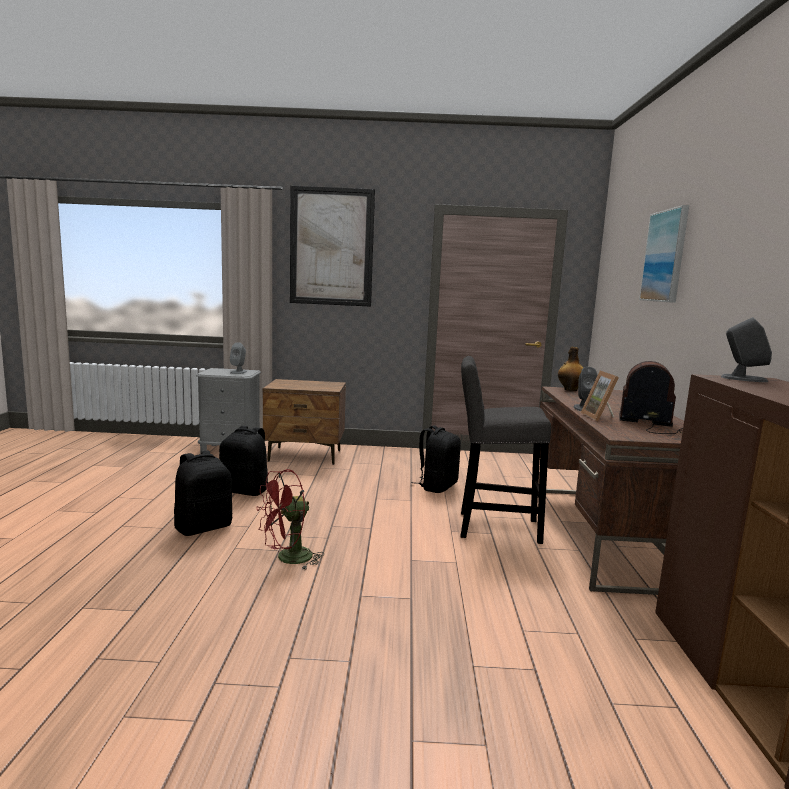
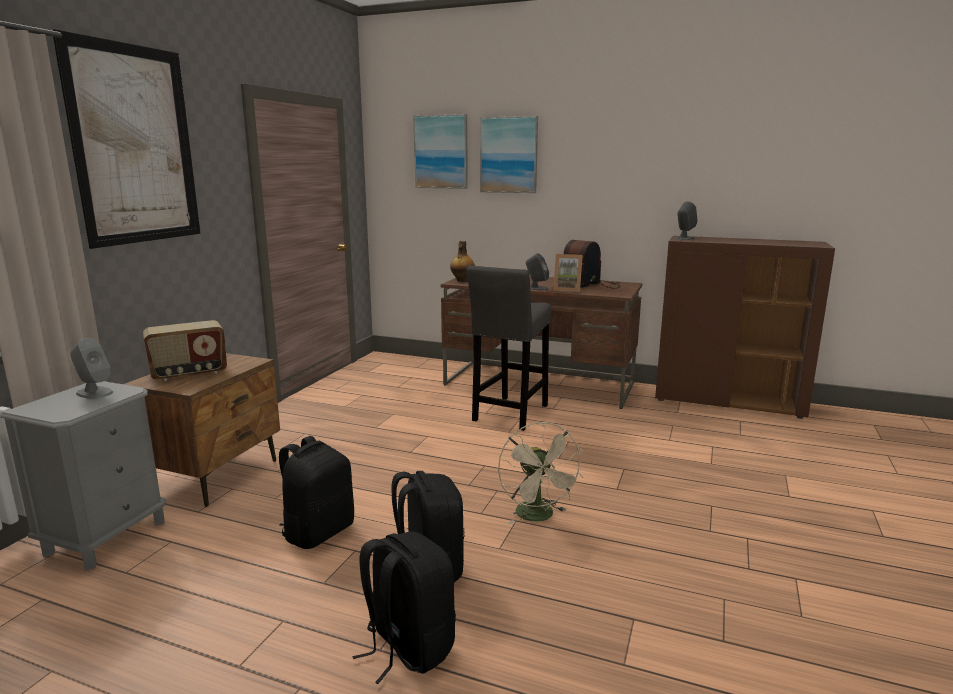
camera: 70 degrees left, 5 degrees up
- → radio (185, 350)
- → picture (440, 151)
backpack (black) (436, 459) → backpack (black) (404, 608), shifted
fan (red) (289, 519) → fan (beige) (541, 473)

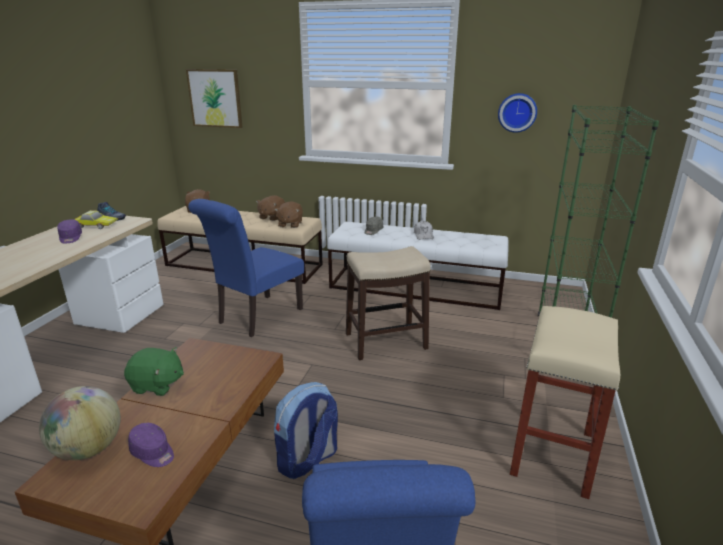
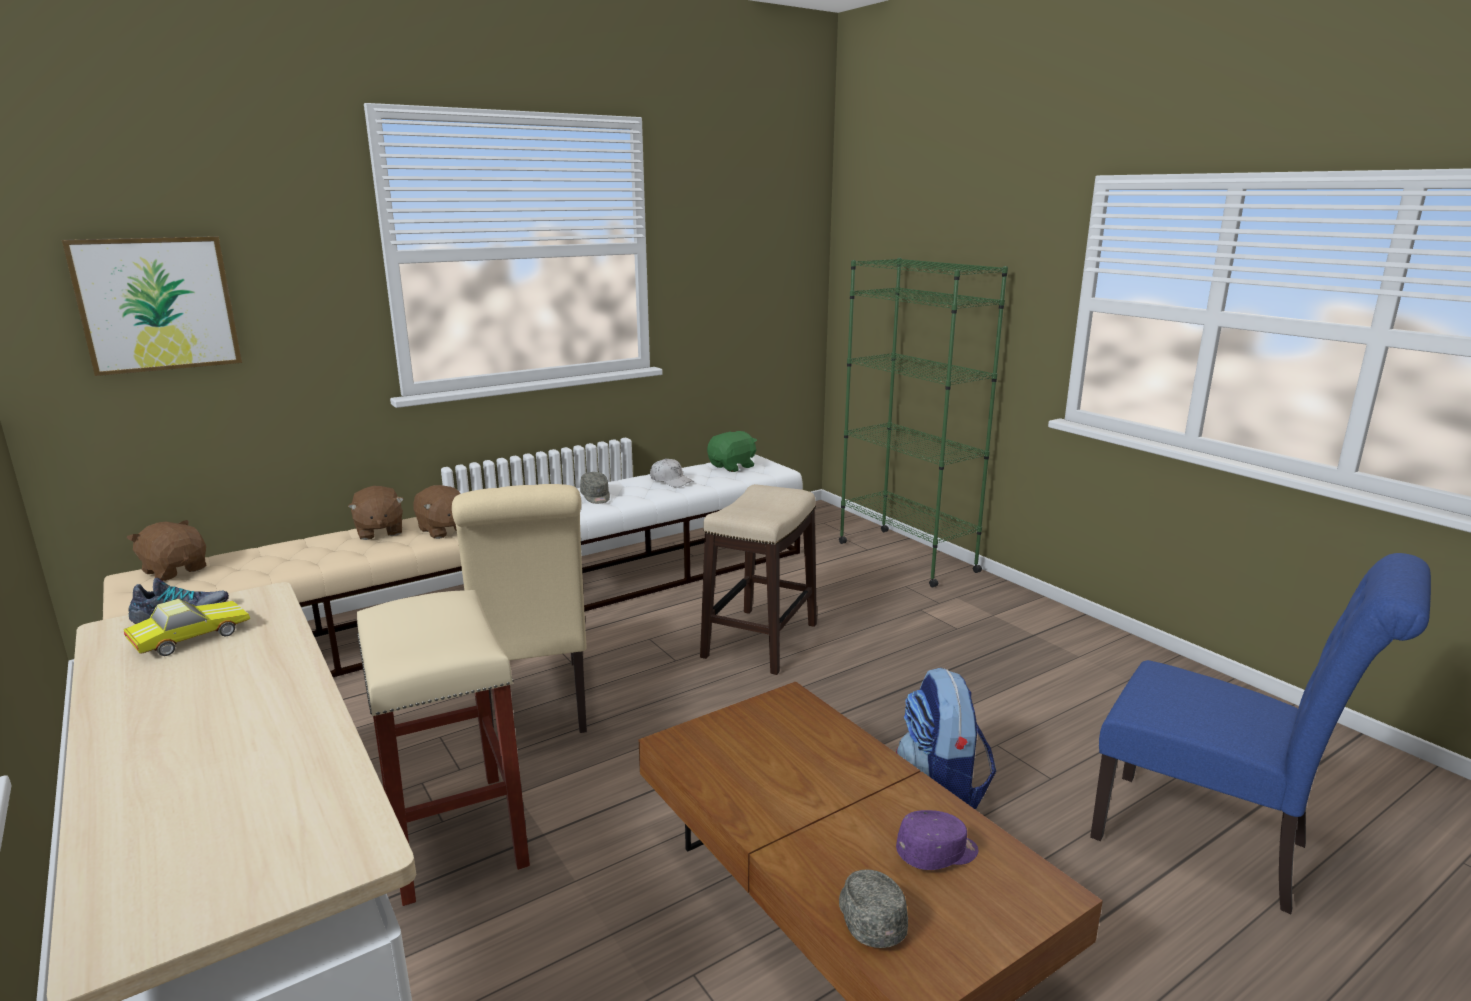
camera: 50 degrees left, 5 degrees down
cap (purple) (69, 231) → -
wall clock (517, 113) → -
plush toy (green) (154, 371) → plush toy (green) (732, 451), shifted
stool (beige) (565, 402) → stool (beige) (443, 748), shifted
globe (80, 423) → cap (grey) (873, 909)
chair (blue) (246, 268) → chair (beige) (519, 608)

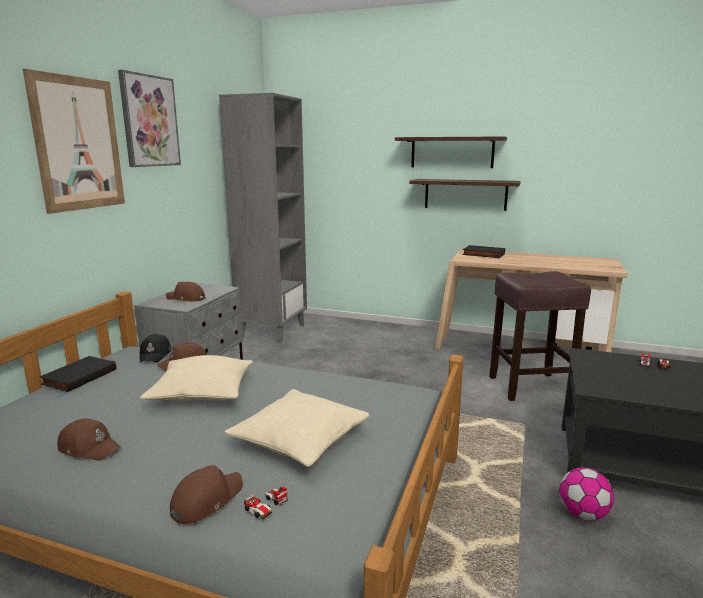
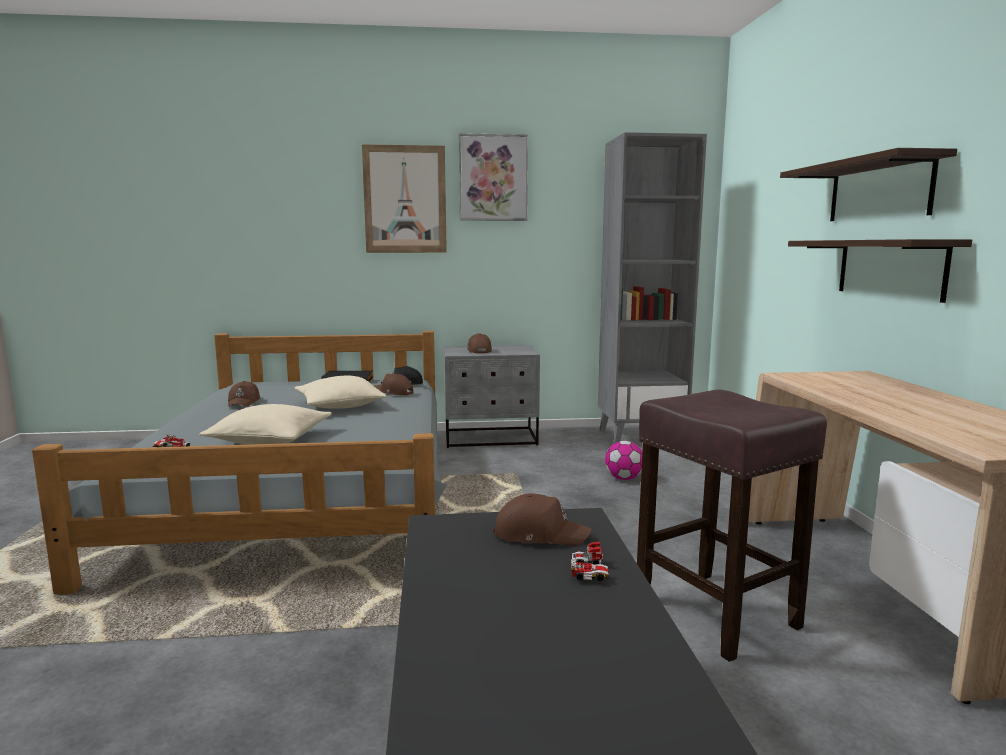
camera: 65 degrees right, 5 degrees down
book (black) (483, 251) → -
cap (brown) (206, 494) → cap (brown) (542, 519), shifted
football (586, 494) → football (623, 460), shifted

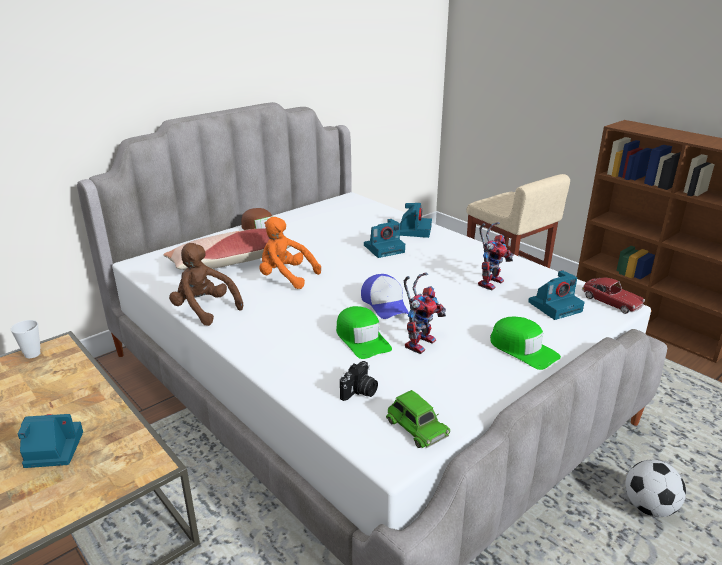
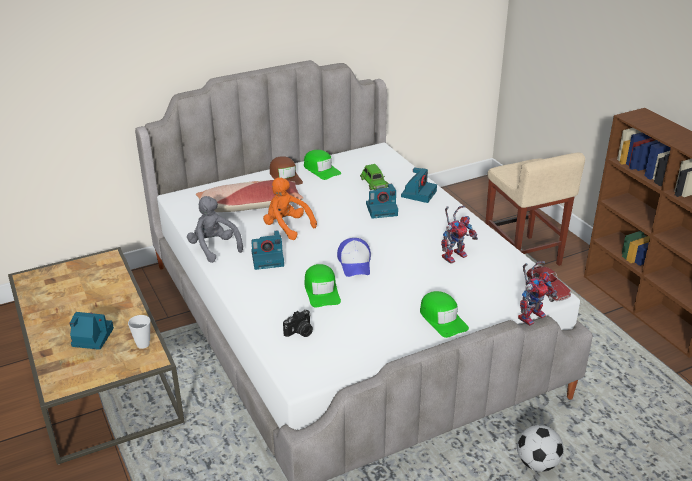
camera: 15 degrees right, 5 degrees up
- → cap (green) (322, 165)
cup (25, 339) → cup (139, 332), shifted
toy car (green) (418, 419) → toy car (green) (374, 177), shifted
toy robot (424, 313) → toy robot (537, 293), shifted
photo camera (556, 295) → photo camera (267, 250), shifted
plush toy (brown) (206, 284) → plush toy (grey) (215, 229)

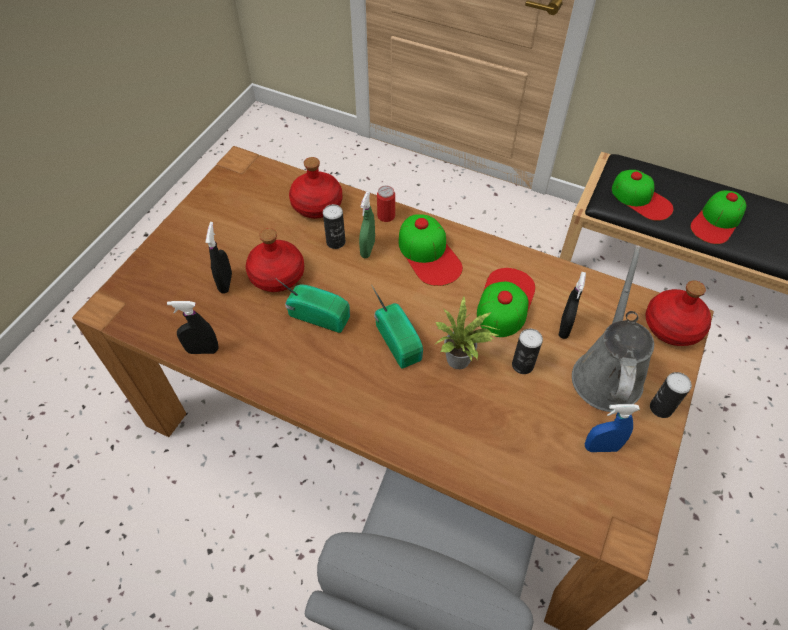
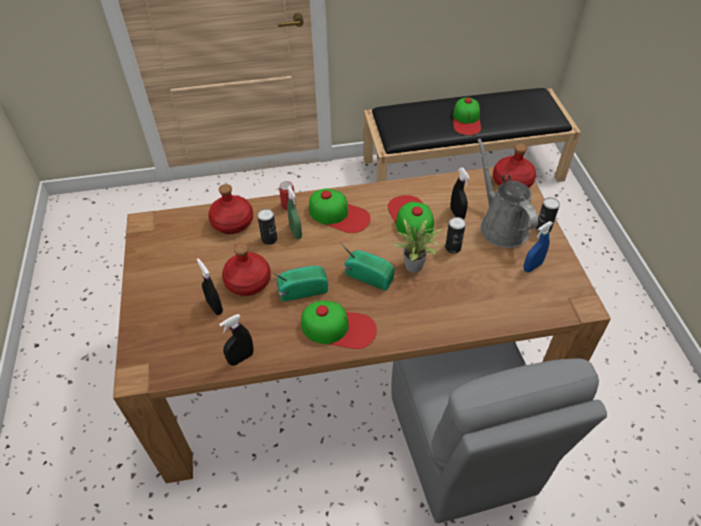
camera: 35 degrees left, 5 degrees down
cap (642, 195) → cap (339, 325), shifted

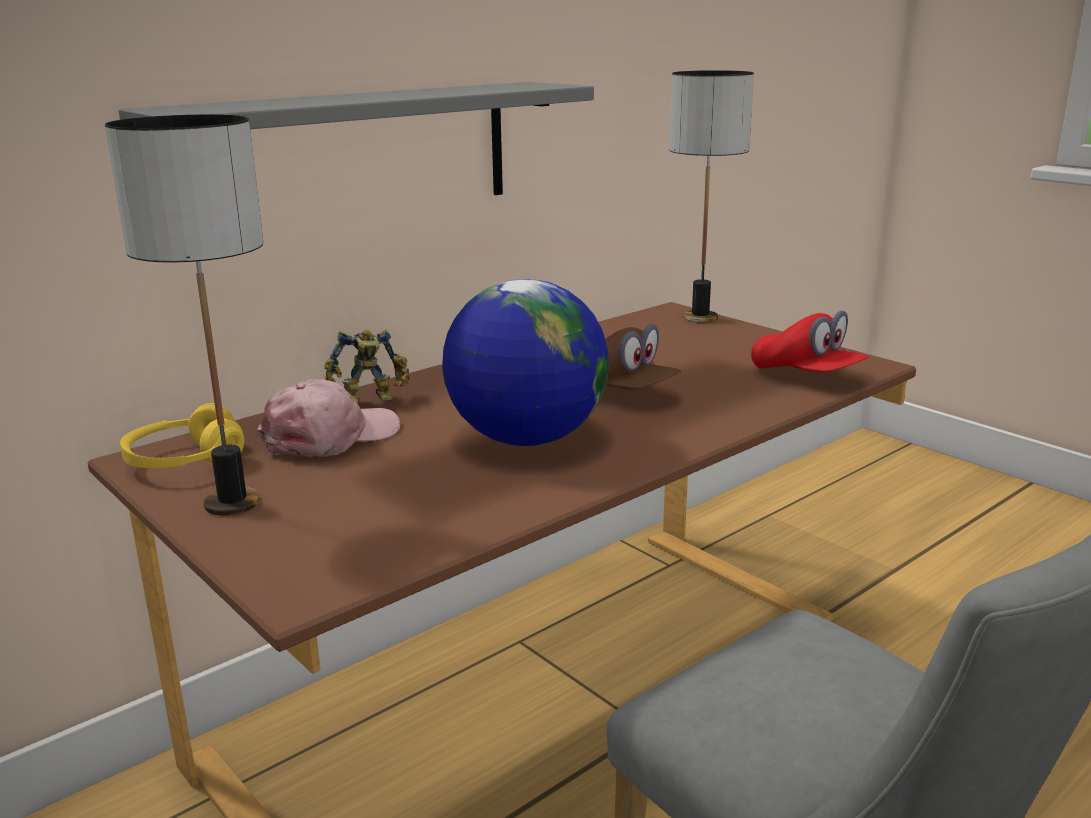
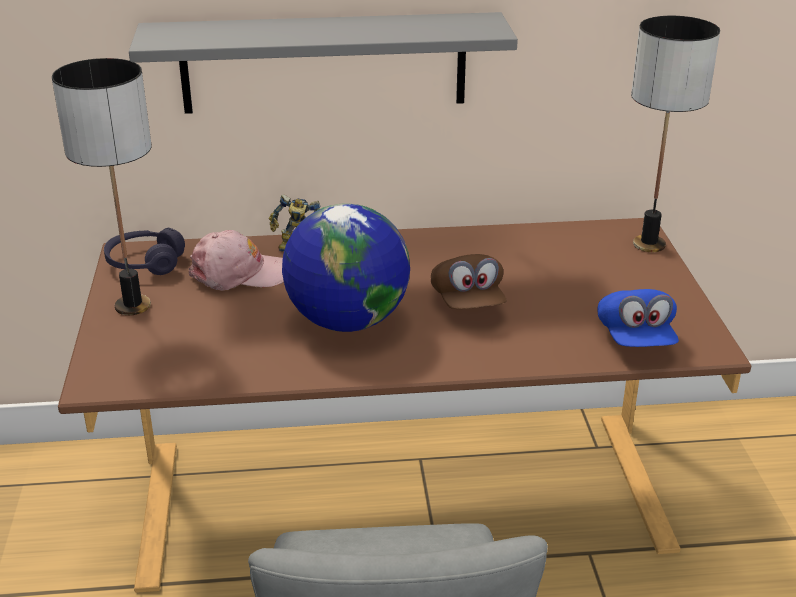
camera: 35 degrees right, 10 degrees up
headphones (yellow) (182, 435) → headphones (purple) (144, 251)
cap (red) (810, 341) → cap (blue) (638, 318)

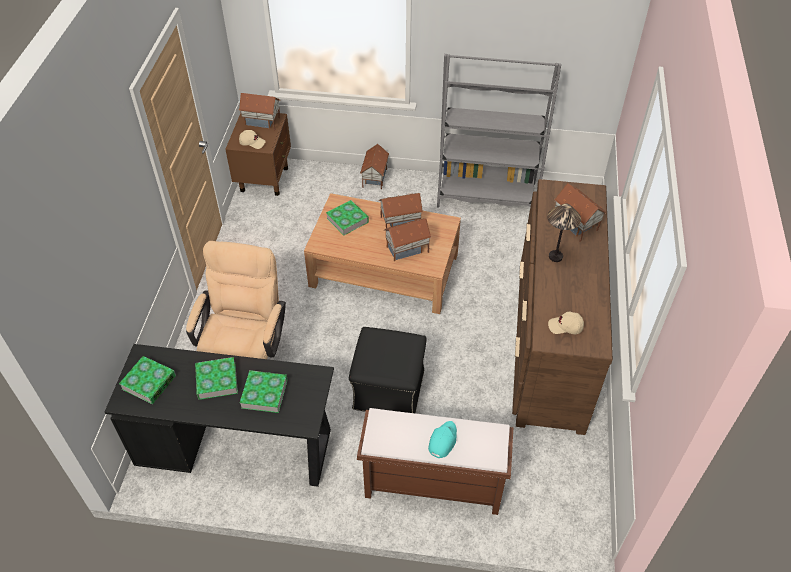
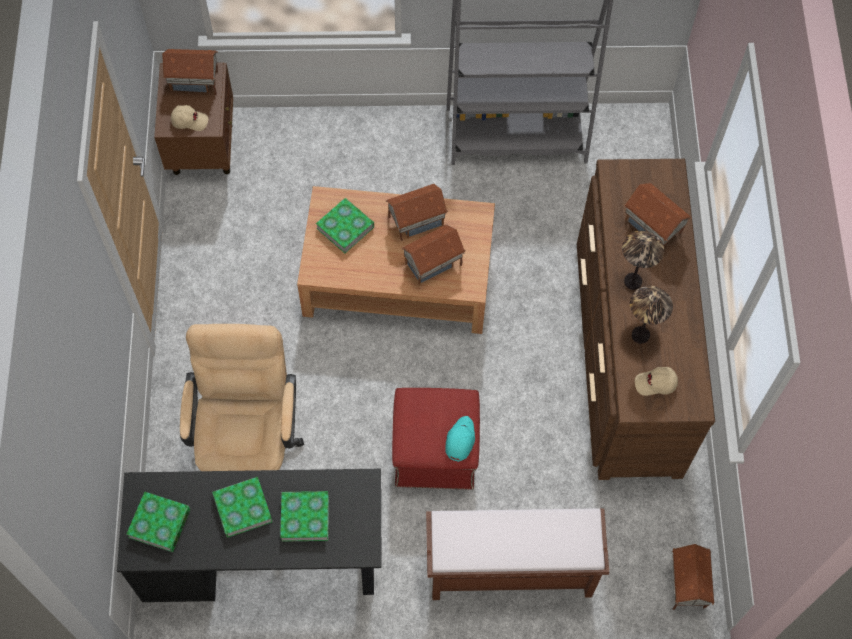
camera: 10 degrees left, 15 degrees up
- → table lamp (651, 315)
toy house (374, 166) → toy house (693, 577), shifted
cap (turquoise) (442, 440) → cap (turquoise) (460, 439), shifted
ottoman (black) (388, 370) → ottoman (red) (436, 439)

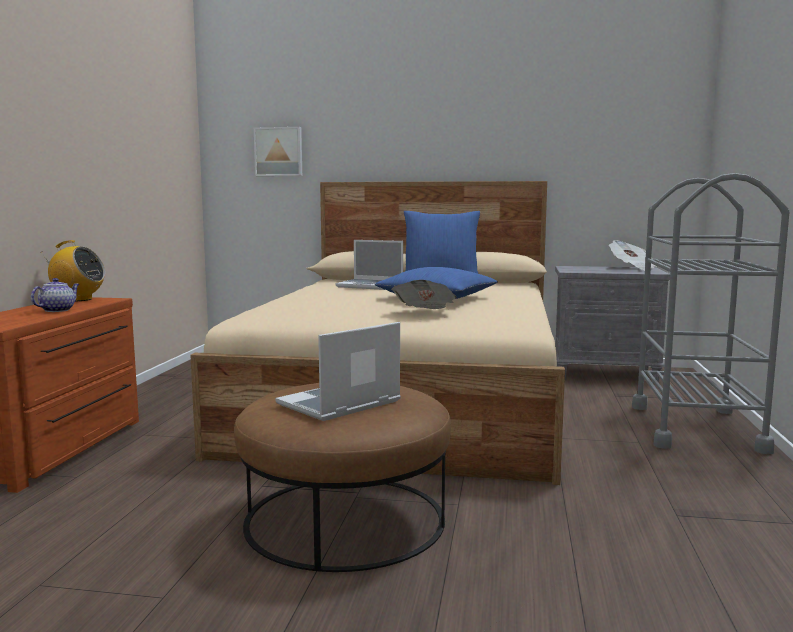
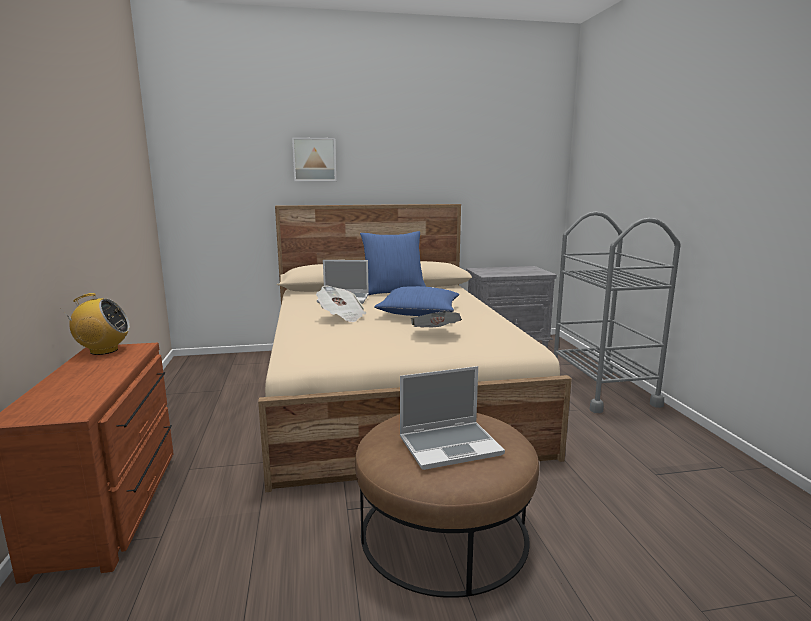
camera: 20 degrees left, 5 degrees up
teapot (55, 295) → -
picture (278, 151) → picture (314, 159), shifted
newspaper (633, 255) → newspaper (341, 304), shifted
laptop (338, 371) → laptop (452, 418), 135 degrees counterclockwise

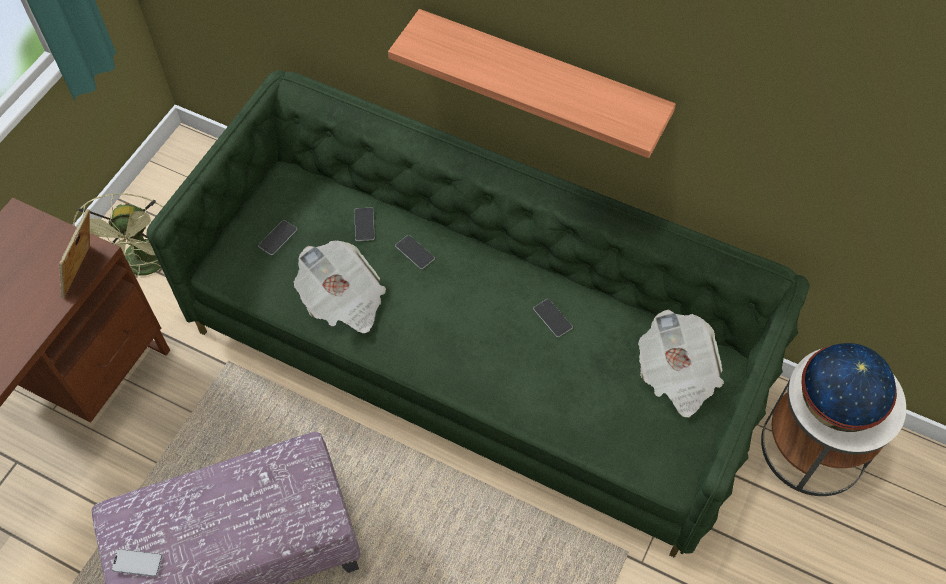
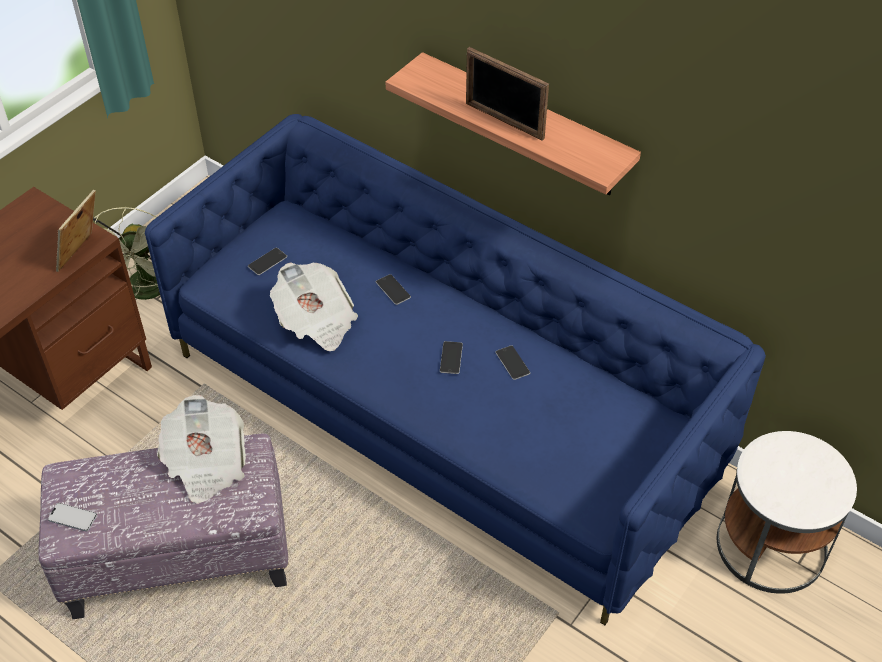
camera: 10 degrees right, 10 degrees down
globe (849, 387) → -
- → picture frame (507, 94)
phone (364, 224) → phone (451, 357), shifted
newspaper (681, 363) → newspaper (201, 449), shifted
sofa (green) (478, 314) → sofa (blue) (455, 369)

